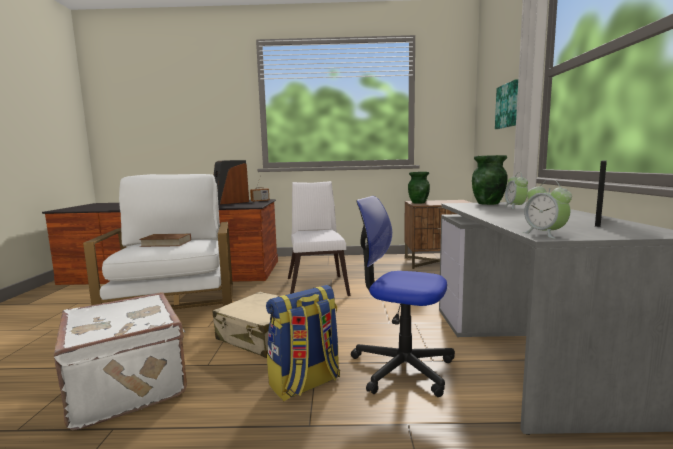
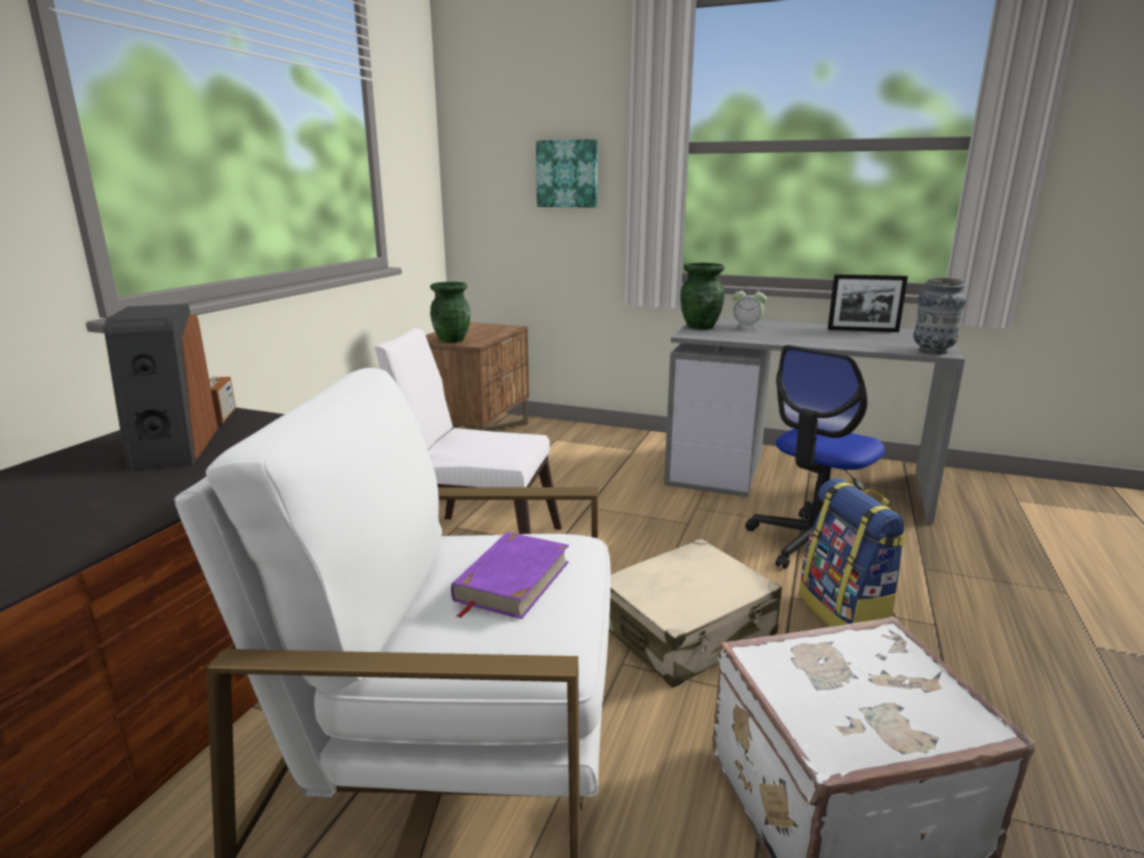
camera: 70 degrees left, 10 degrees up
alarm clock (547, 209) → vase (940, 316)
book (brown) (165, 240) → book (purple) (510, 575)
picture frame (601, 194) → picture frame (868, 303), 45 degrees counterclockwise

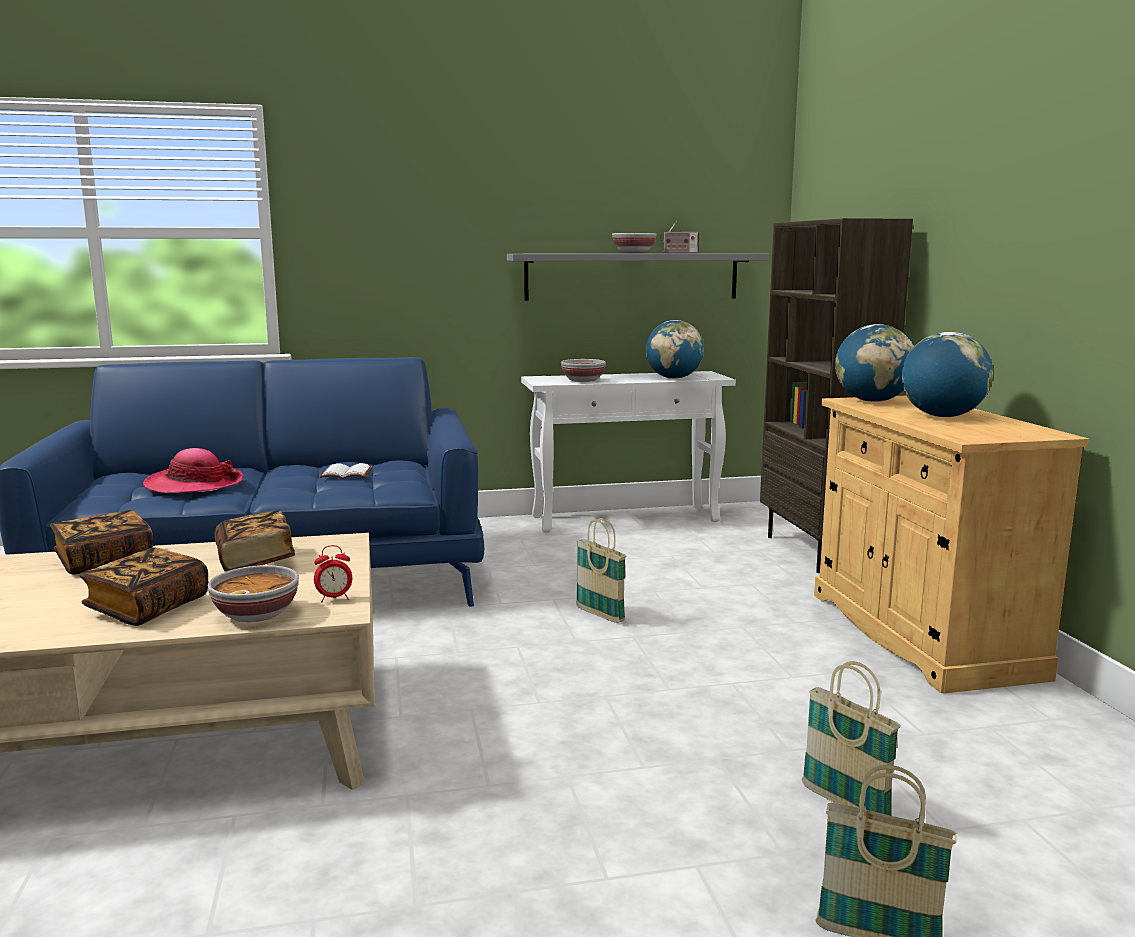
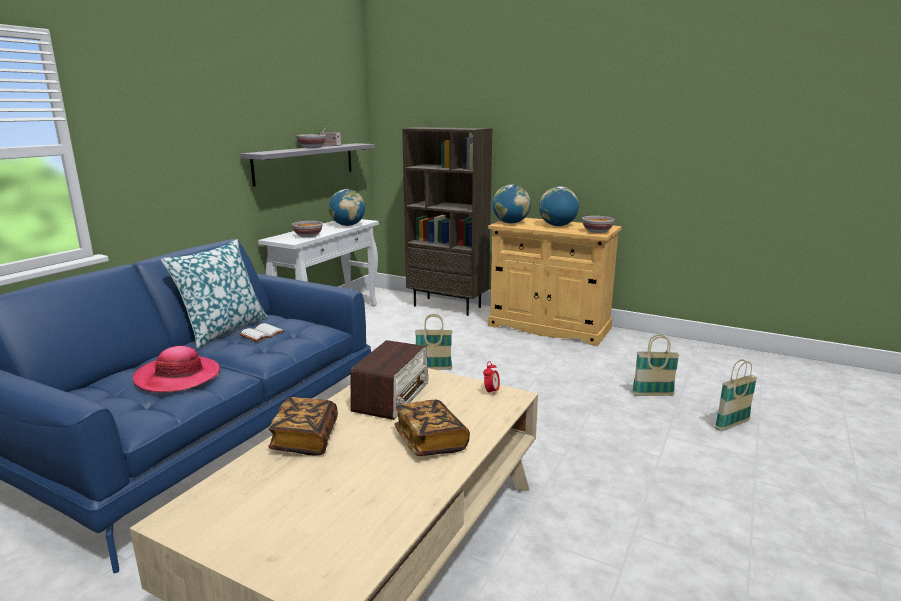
camera: 50 degrees left, 5 degrees up
- → pillow (214, 293)
bowl (253, 593) → bowl (598, 224), shifted
book (254, 541) → radio (389, 380)

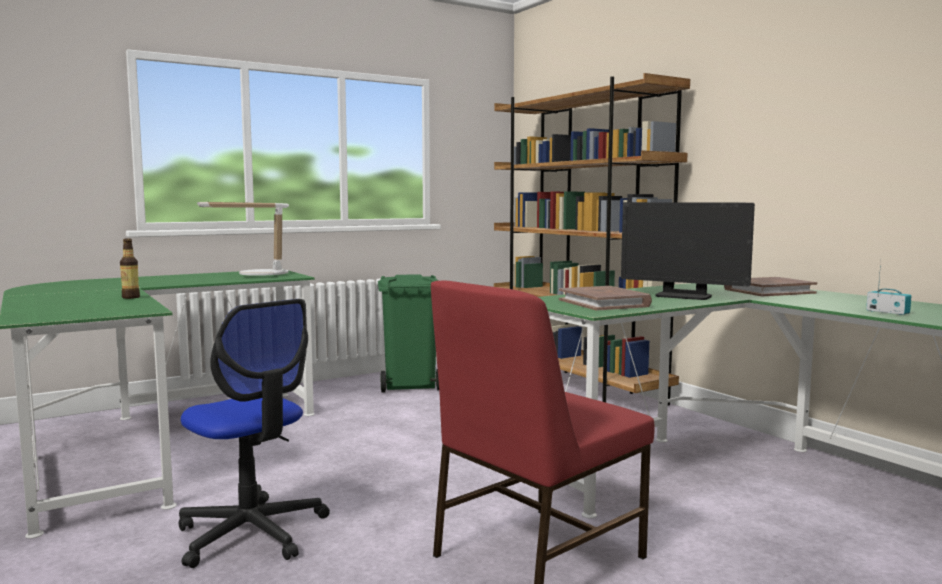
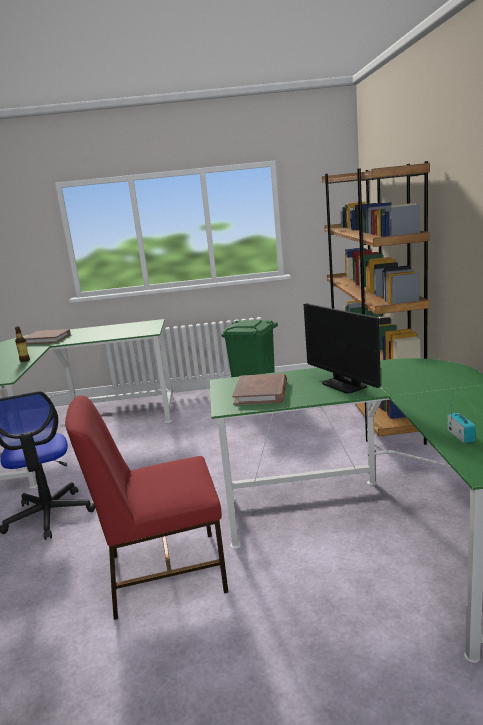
camera: 30 degrees right, 10 degrees up
table lamp (243, 239) → -
book (brown) (770, 286) → book (brown) (47, 336), shifted

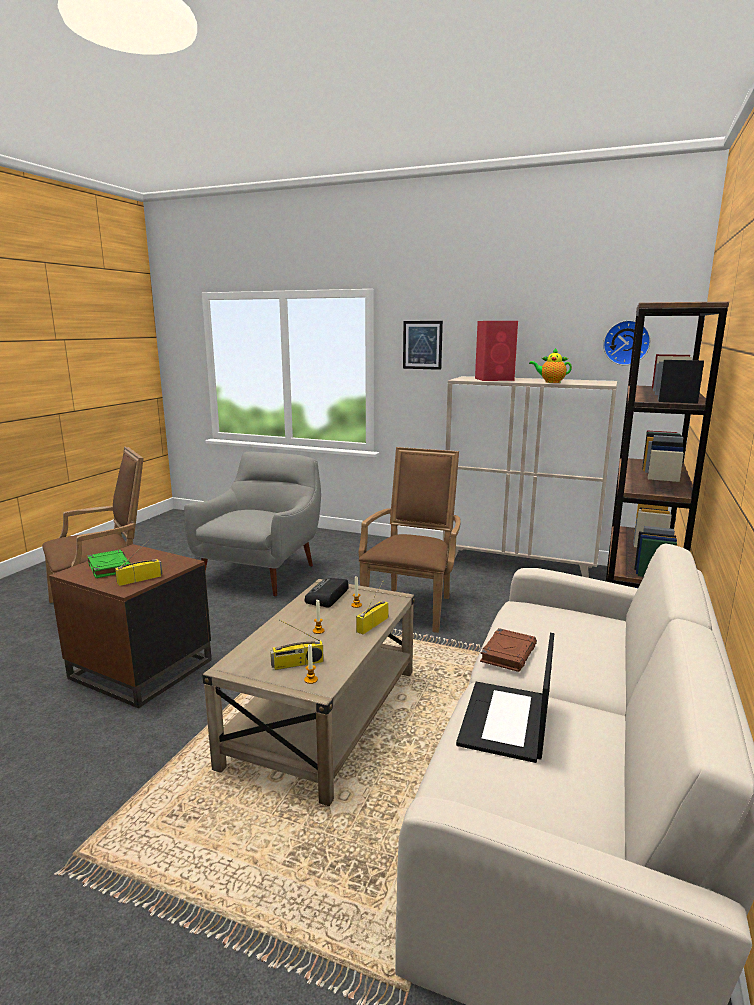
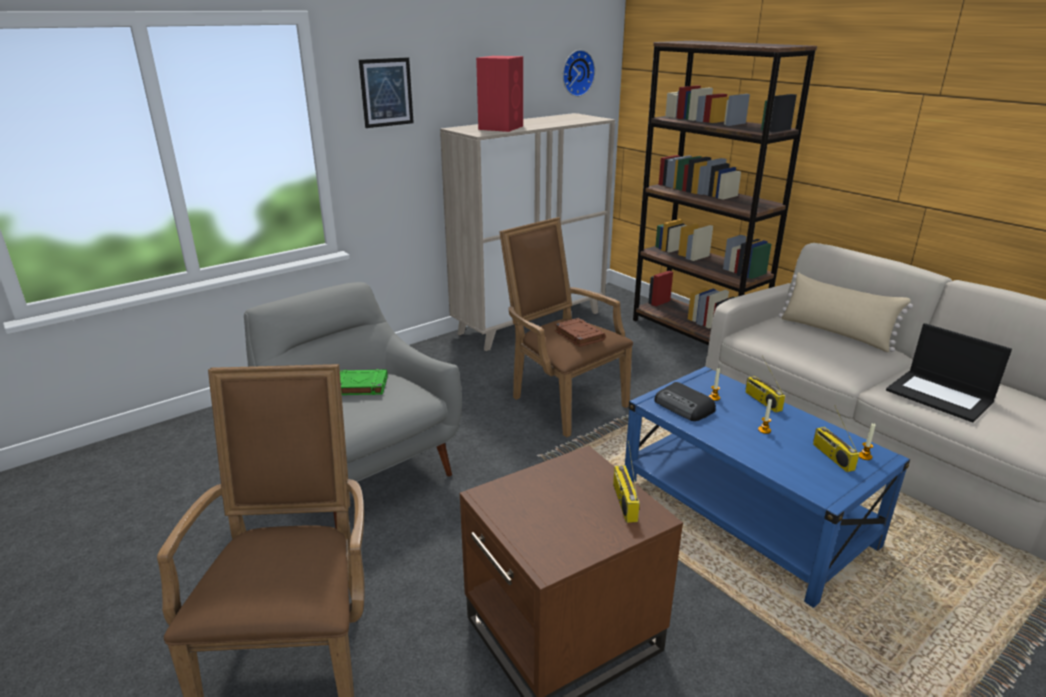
camera: 60 degrees left, 10 degrees up
teapot (550, 365) → -
- → pillow (beige) (845, 312)
book (green) (109, 564) → book (green) (364, 382), shifted
book (brown) (508, 650) → book (brown) (580, 332), shifted
coffee table (beige) (308, 692) → coffee table (blue) (767, 487)
radio (297, 644) → radio (836, 438), 150 degrees clockwise

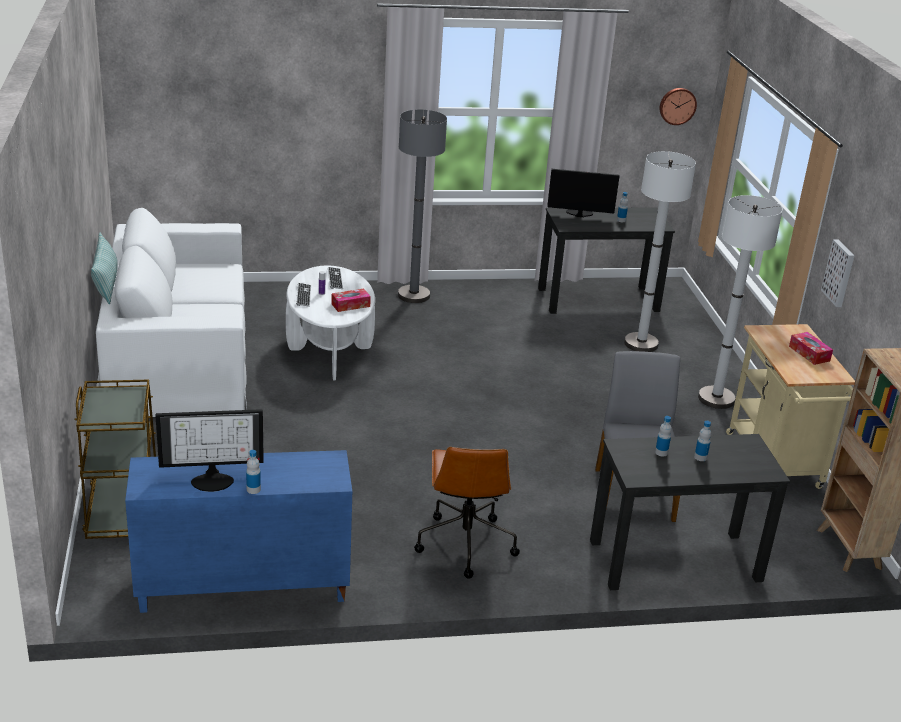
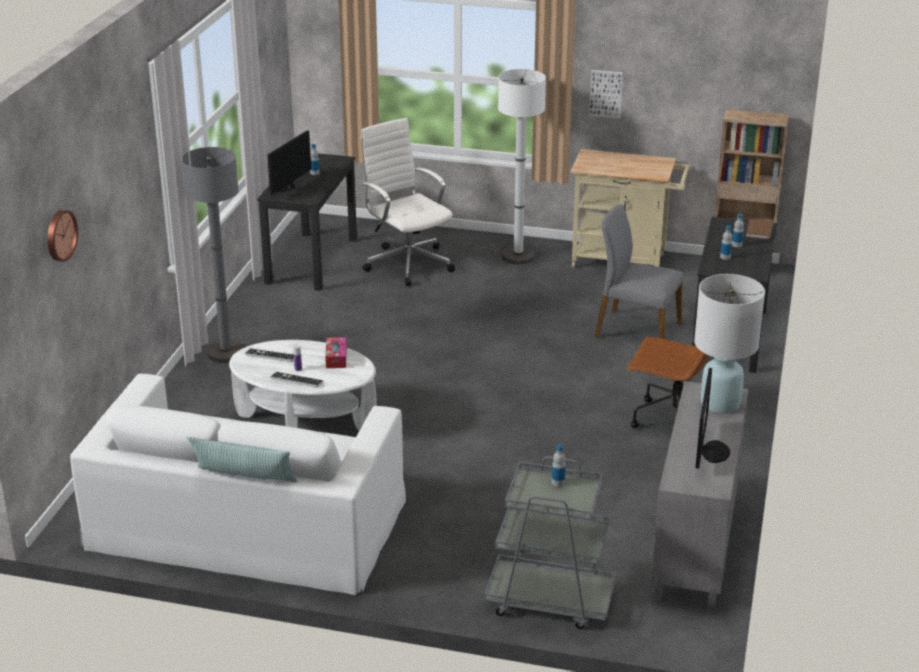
camera: 65 degrees left, 0 degrees up
tissue box (811, 348) → -
- → table lamp (white) (729, 344)
- → book (brown) (759, 229)
bottle (253, 472) → bottle (559, 465), shifted
wall clock (678, 106) → wall clock (62, 236), shifted
floor lamp (white) (660, 251) → office chair (white) (408, 202)
cart (brown) (115, 459) → cart (grey) (550, 542)
cabinet (blue) (238, 531) → cabinet (grey) (700, 495)

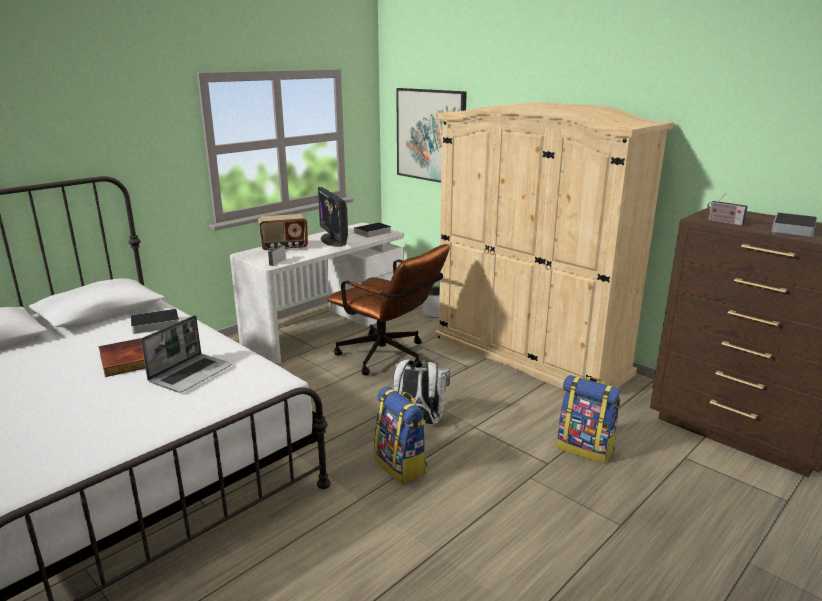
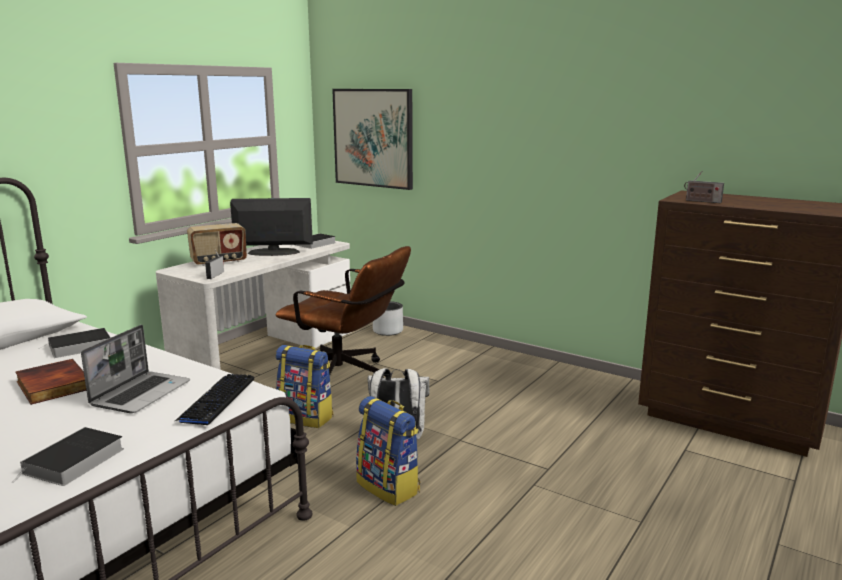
camera: 10 degrees left, 5 degrees down
wardrobe (beige) (554, 245) → -
- → keyboard (214, 399)
backpack (588, 419) → backpack (304, 386), shifted
book (794, 225) → book (67, 456), shifted
monitor (333, 217) → monitor (271, 227), 120 degrees clockwise

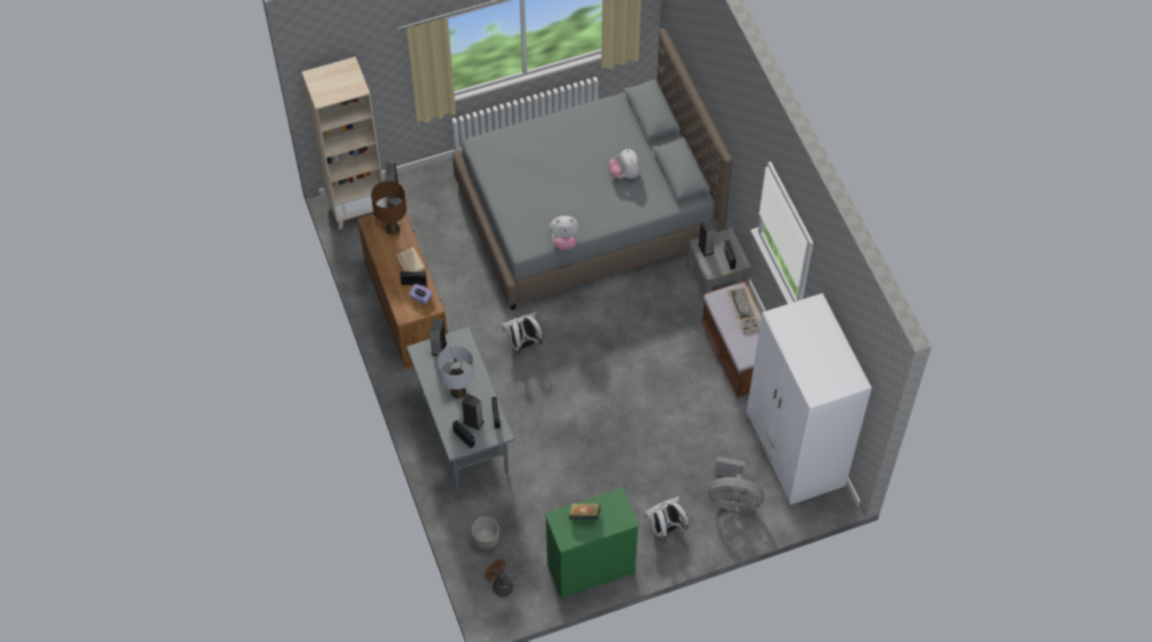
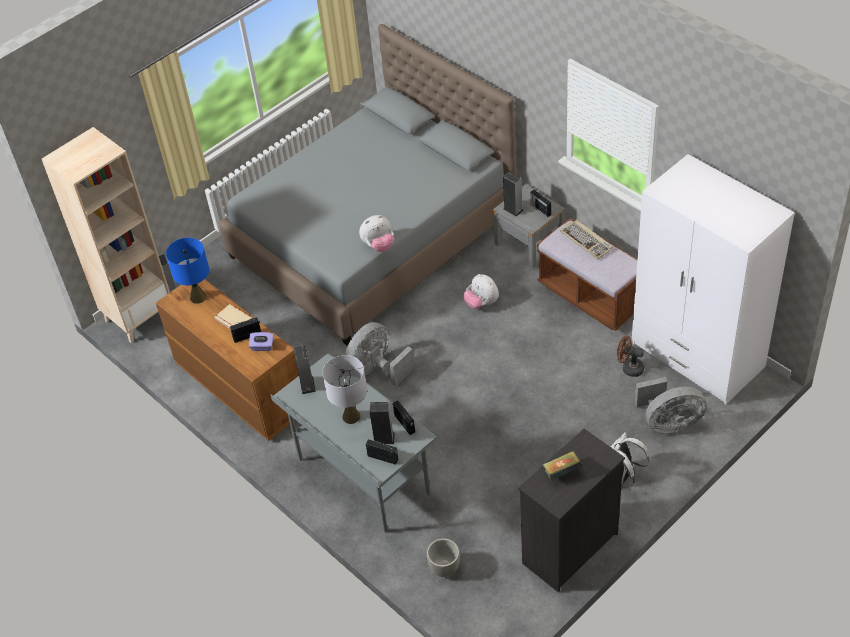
camera: 20 degrees left, 10 degrees down
fan (brown) (498, 578) → fan (brown) (630, 356), shifted
plush toy (624, 164) → plush toy (481, 291), shifted
backpack (white) (522, 332) → fan (grey) (380, 354)
table lamp (brown) (389, 208) → table lamp (blue) (187, 271)
dresser (green) (592, 543) → dresser (black) (571, 510)

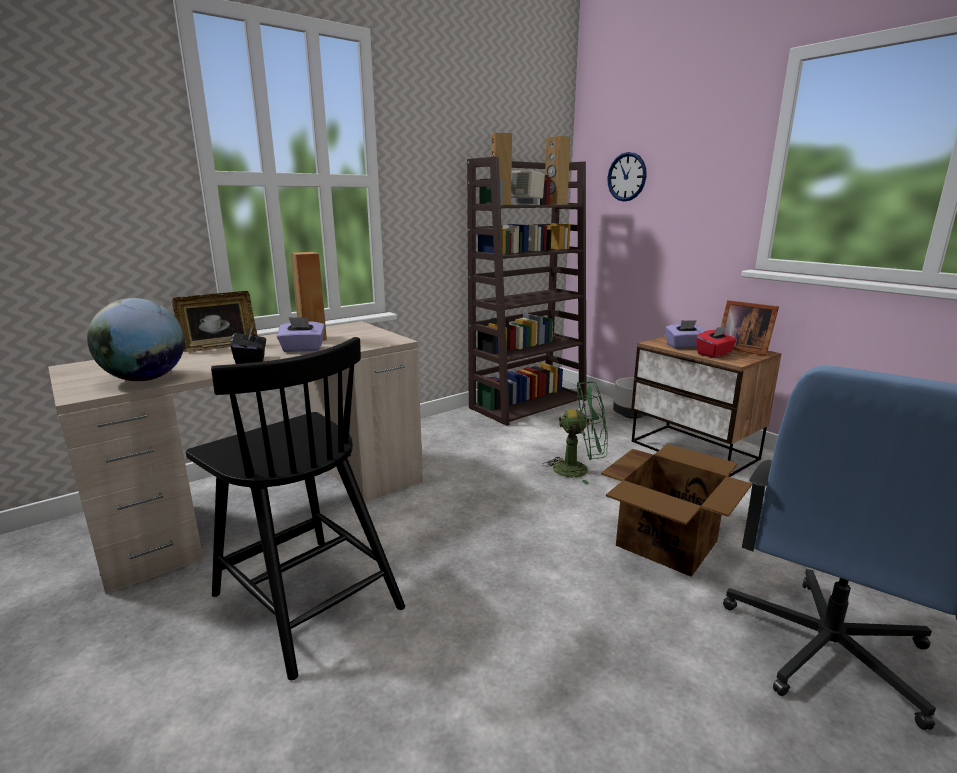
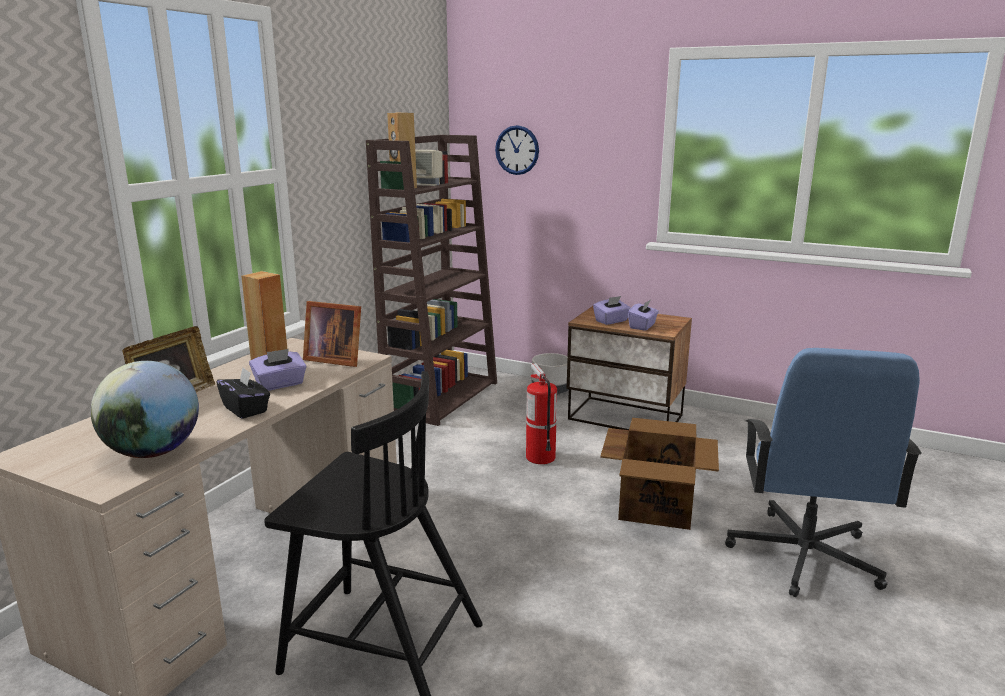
camera: 25 degrees left, 0 degrees up
speaker (brown) (557, 170) → -
picture frame (750, 328) → picture frame (332, 334), shifted
fan (green) (575, 433) → fire extinguisher (541, 413)
tissue box (red) (716, 342) → tissue box (purple) (643, 315)

